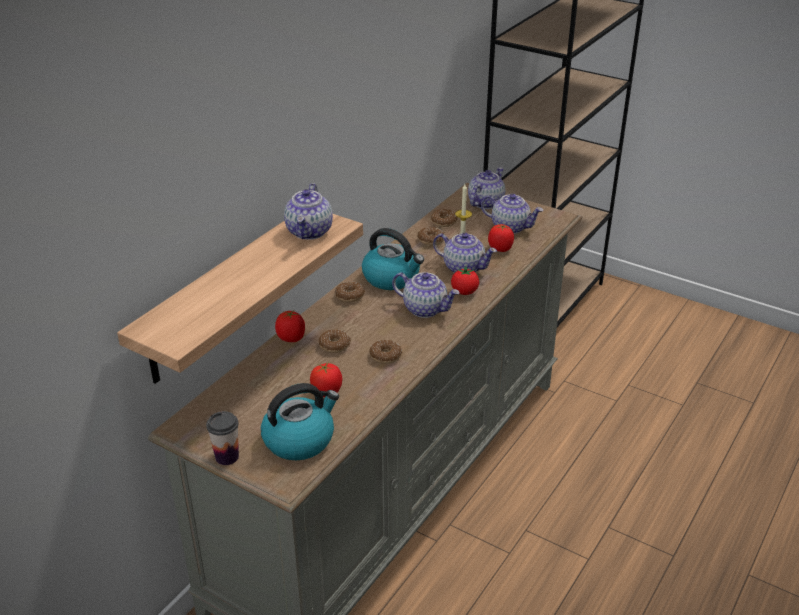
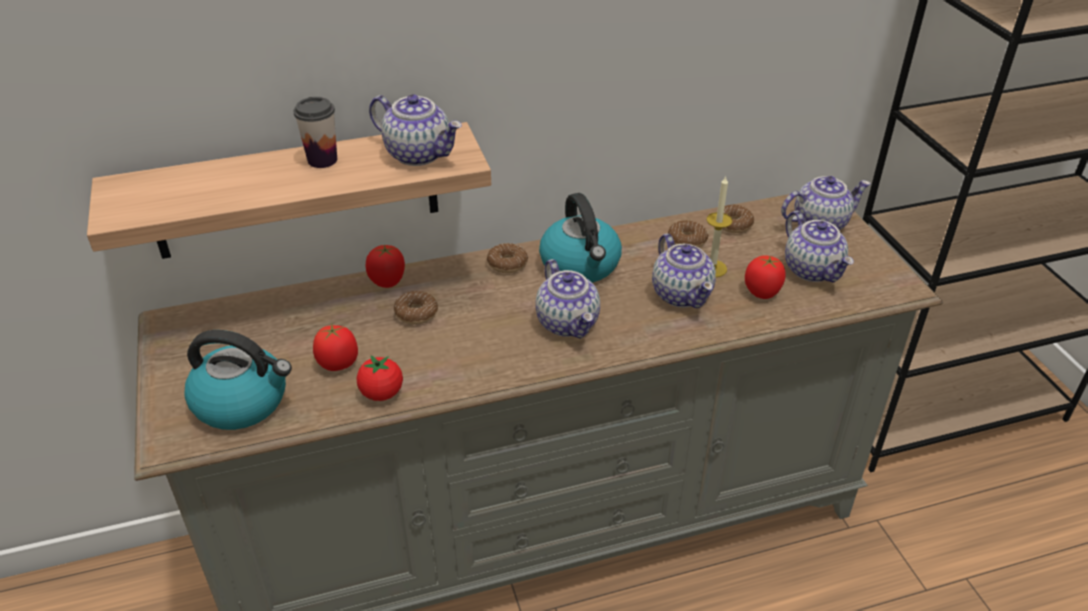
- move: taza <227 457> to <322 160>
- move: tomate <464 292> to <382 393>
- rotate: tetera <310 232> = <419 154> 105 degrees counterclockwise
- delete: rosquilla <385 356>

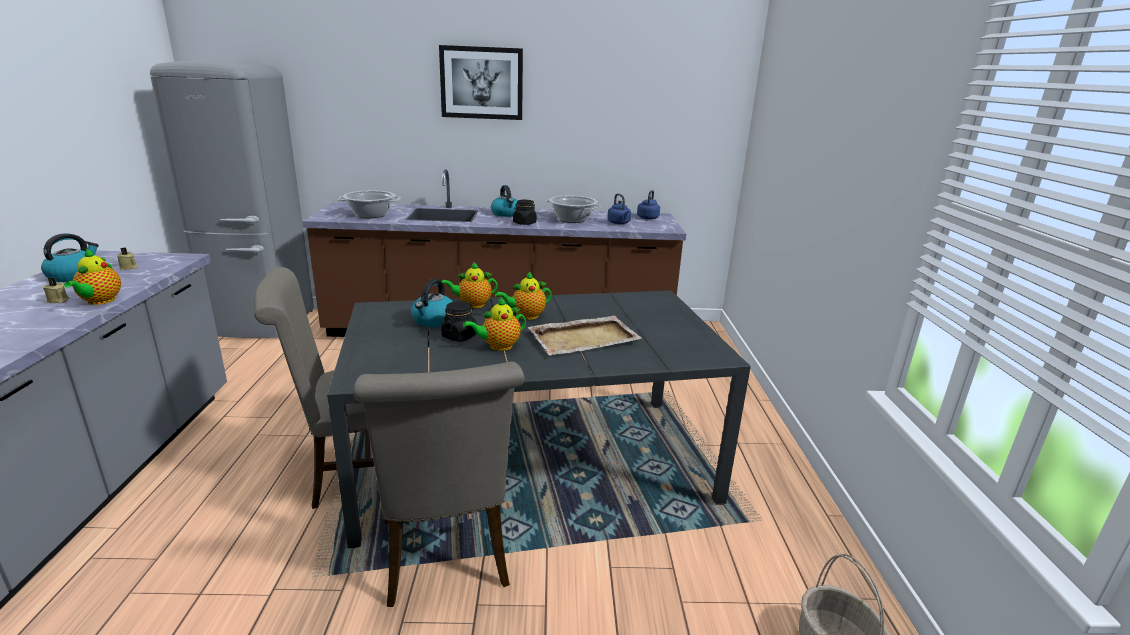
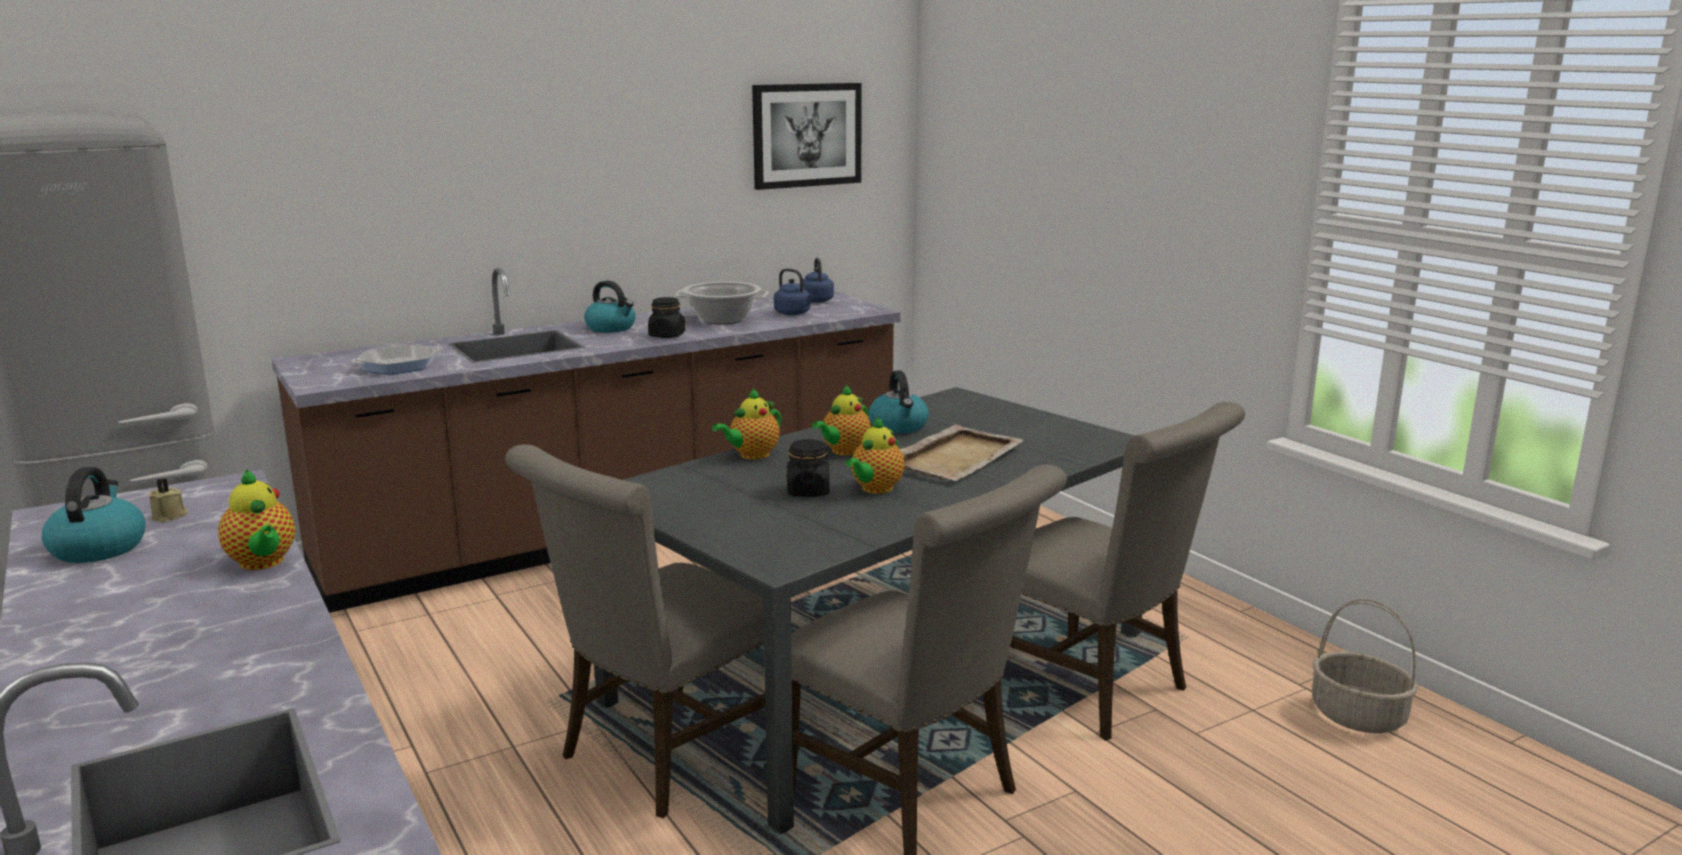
- replace: olla <371 215> to sartén <398 366>
- move: cuadro <481 83> to <806 135>
- move: hervidor <434 320> to <899 427>
- insert: silla/beis <1097 690>
- delete: vela/beis <58 301>

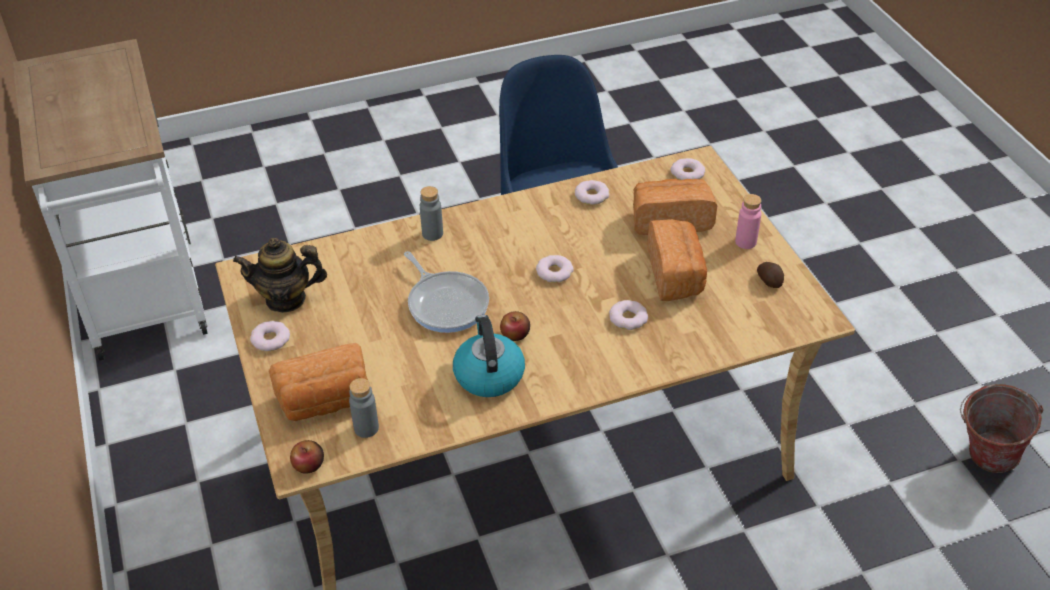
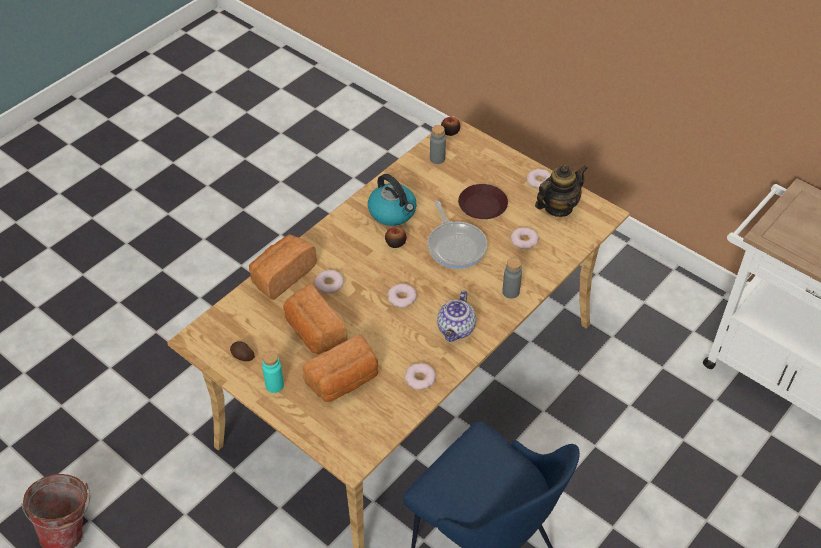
- move: pan <325 401> to <282 275>
- recolor: botella/rosa <745 242> to botella/turquesa <274 385>
- rotate: sartén <446 303> = <456 245> 135 degrees counterclockwise
- insert: tetera <456 330>
- insert: plato/marrón <482 206>
- move: rosquilla <687 173> to <524 240>

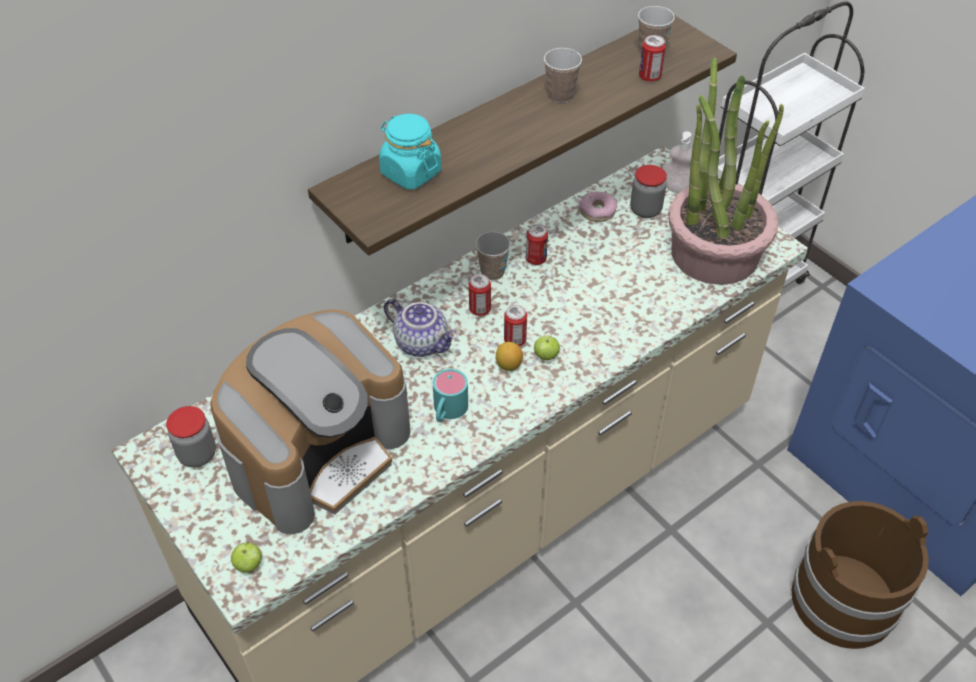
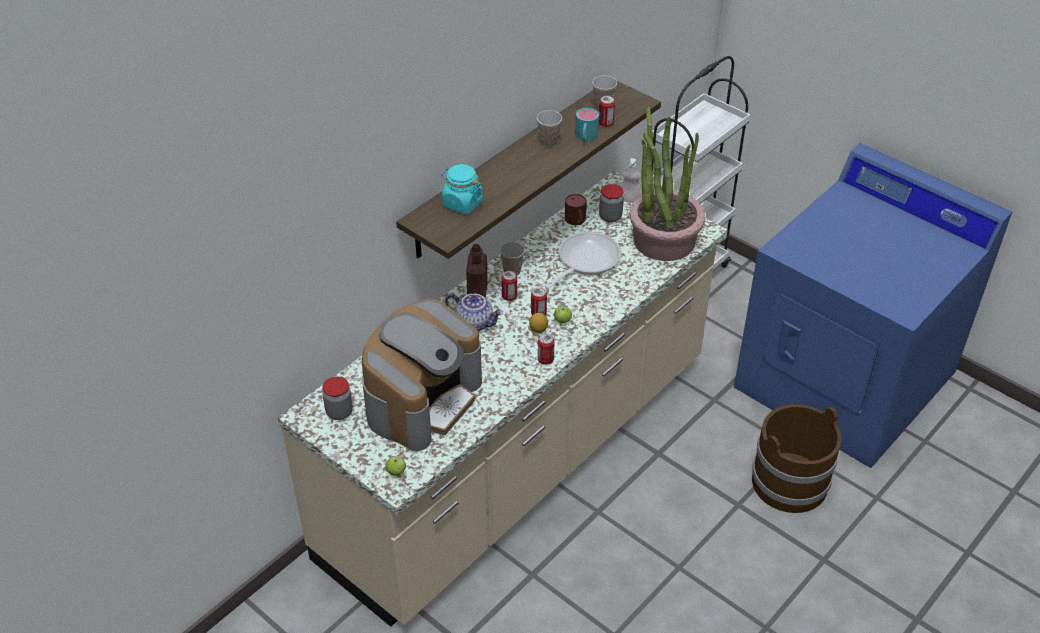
- insert: botella/rojo <477 291>
- move: lata <536 259> to <545 360>
- insert: sartén <584 261>
- replace: rosquilla <597 211> to taza grande/marrón <576 221>
- move: taza grande/turquesa <447 411> to <585 138>

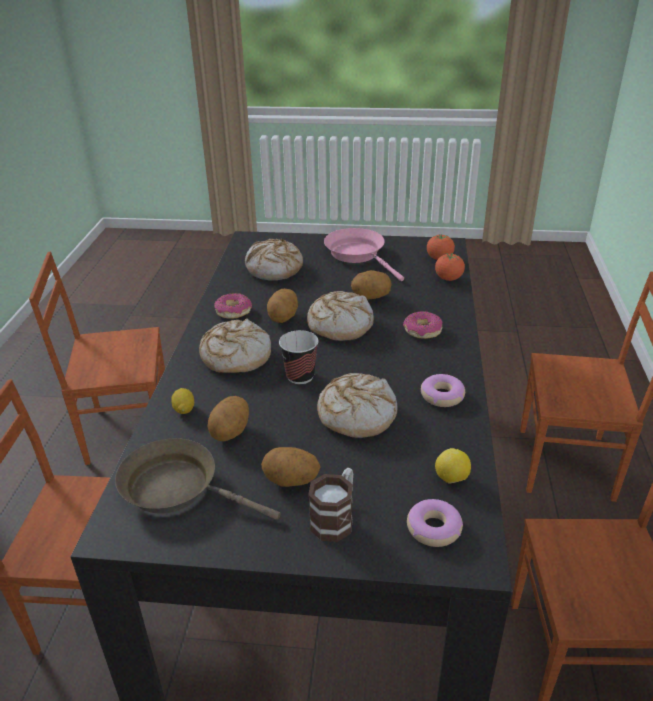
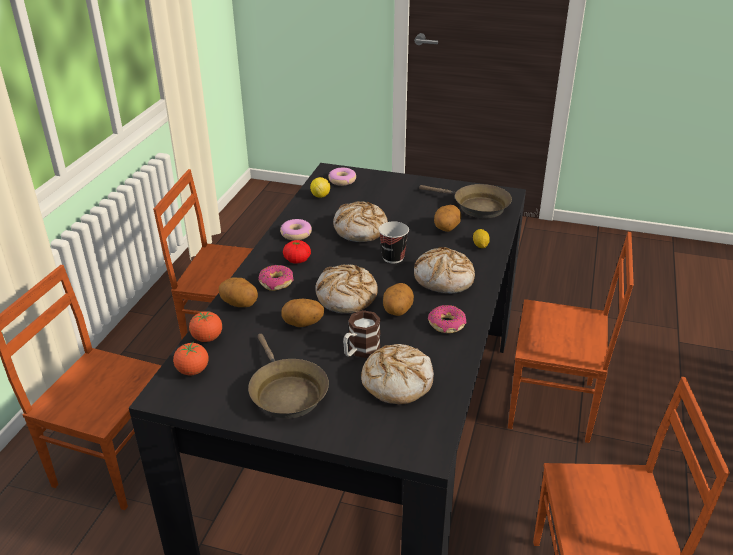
- move: patata <291 482> to <240 304>
- recolor: sartén/rosa <358 255> to sartén/marrón <286 392>
- insert: tomate <297 260>
- move: taza grande <336 518> to <360 351>

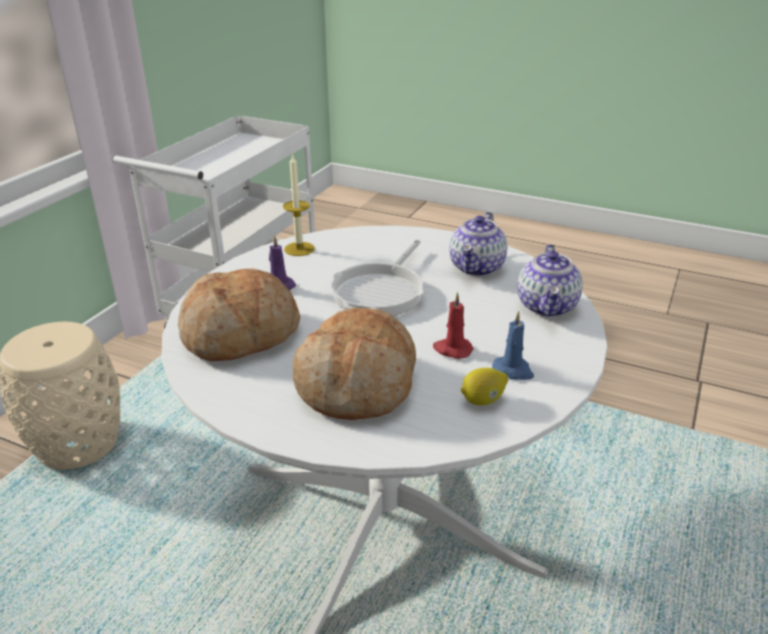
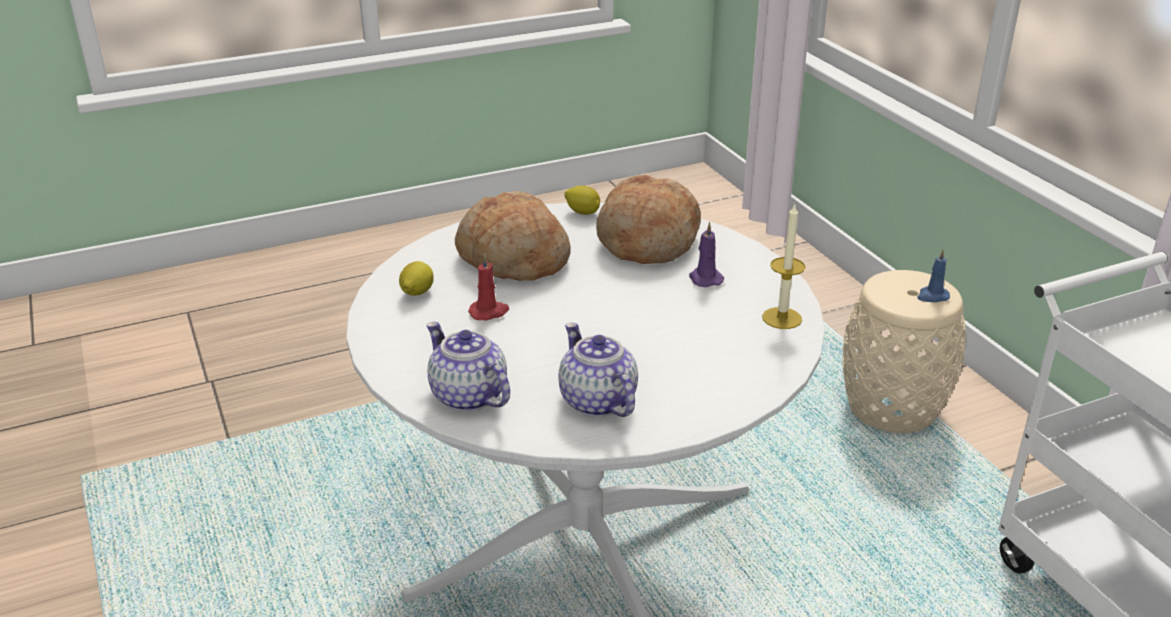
- insert: limón <583 212>
- move: vela/azul <513 370> to <932 296>
- delete: sartén <381 292>

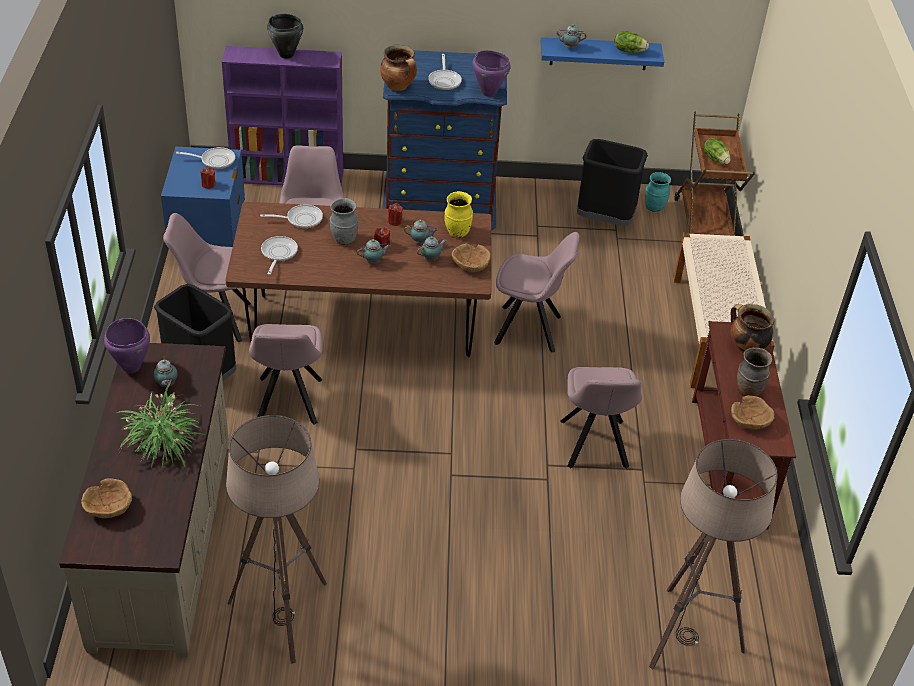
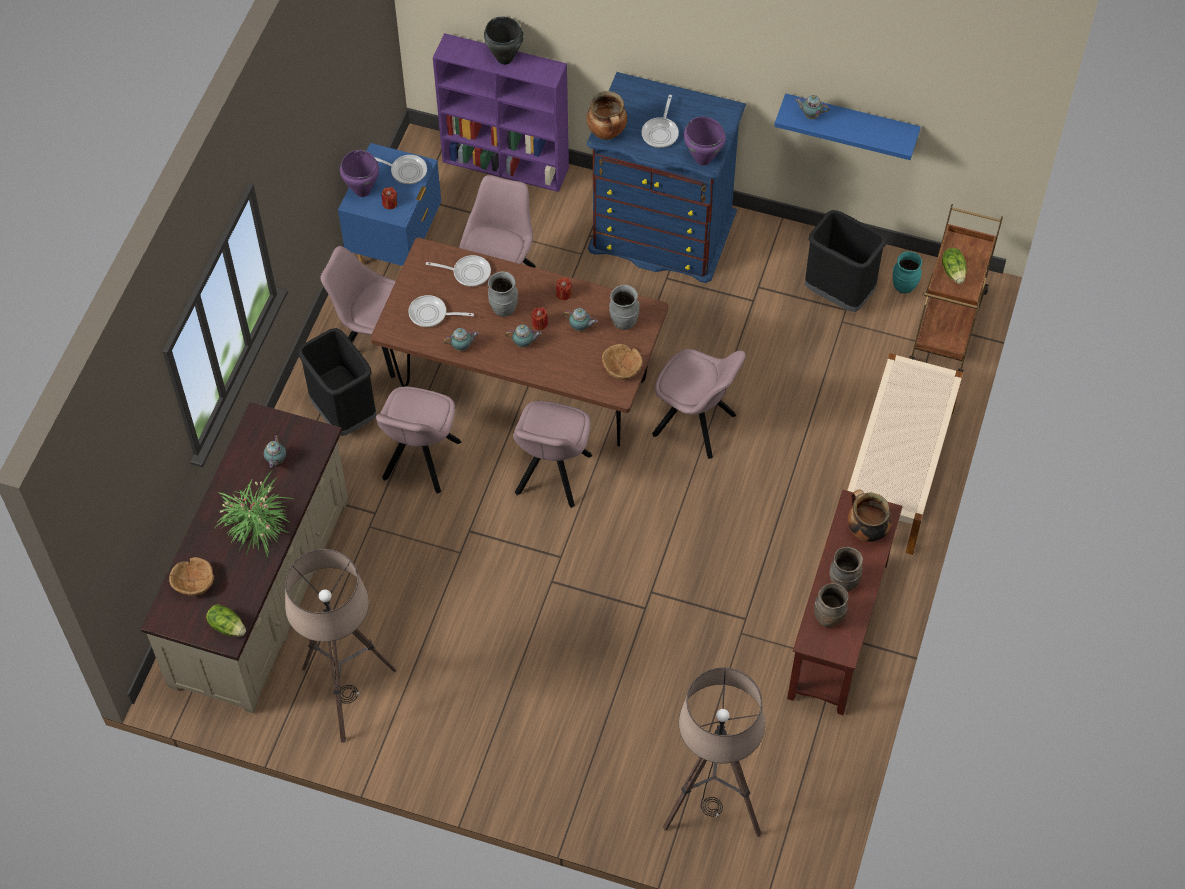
- move: lechuga <628 51> to <227 626>
- move: olla/morado <131 367> to <362 191>
- rotate: sartén <278 254> = <431 314> 105 degrees counterclockwise
- move: tetera <431 259> to <462 347>
- move: silla/rosa <594 444> to <552 474>
- recolor: florero/amarillo <457 232> to florero/gris <623 322>
- replace: cuenco/marrón <750 420> to florero/marrón <828 618>

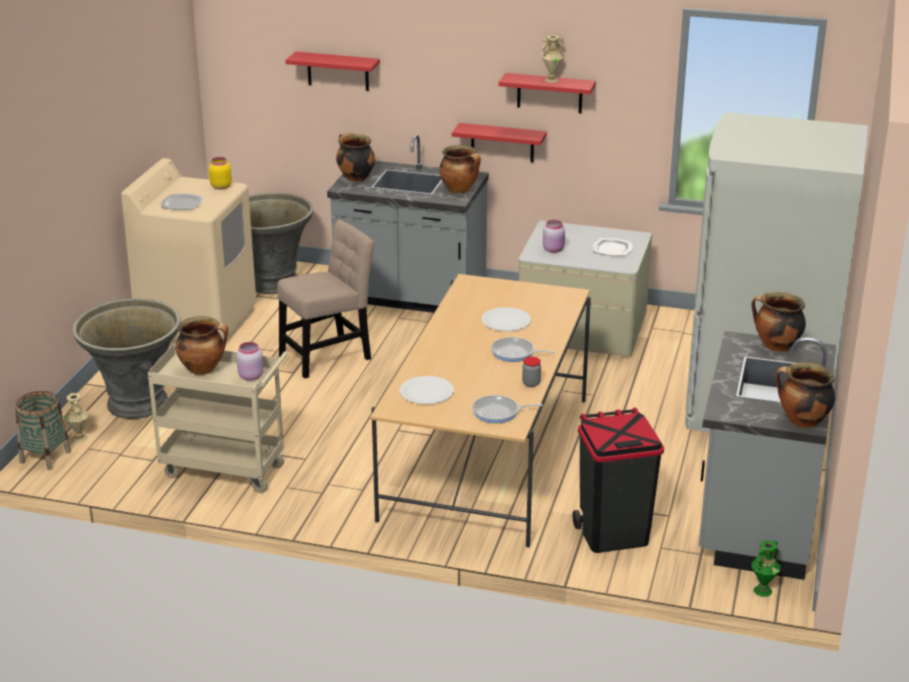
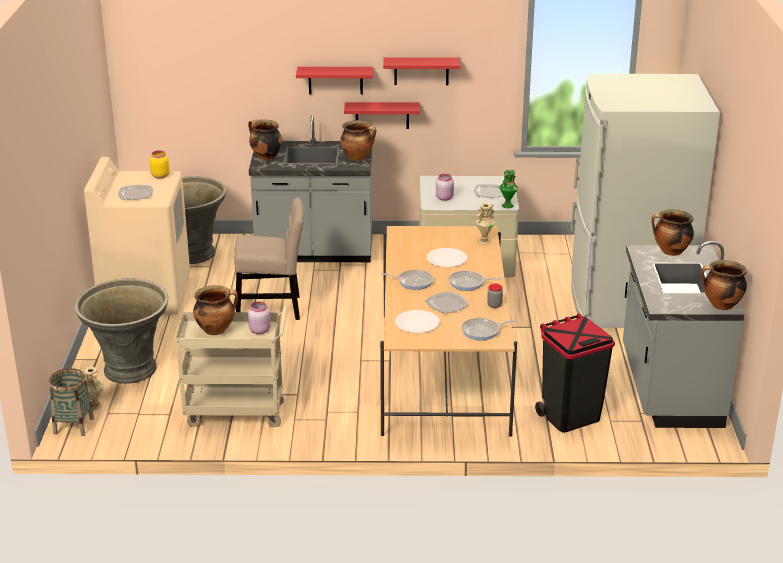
- rotate: silla/beis <329 356> = <272 308> 45 degrees clockwise
- move: estante/rojo <338 71> to <335 80>
- insert: sartén <413 282>
- insert: plato <446 304>
- move: florero/beis <551 80> to <484 241>
- move: florero/verde <762 590> to <507 205>

